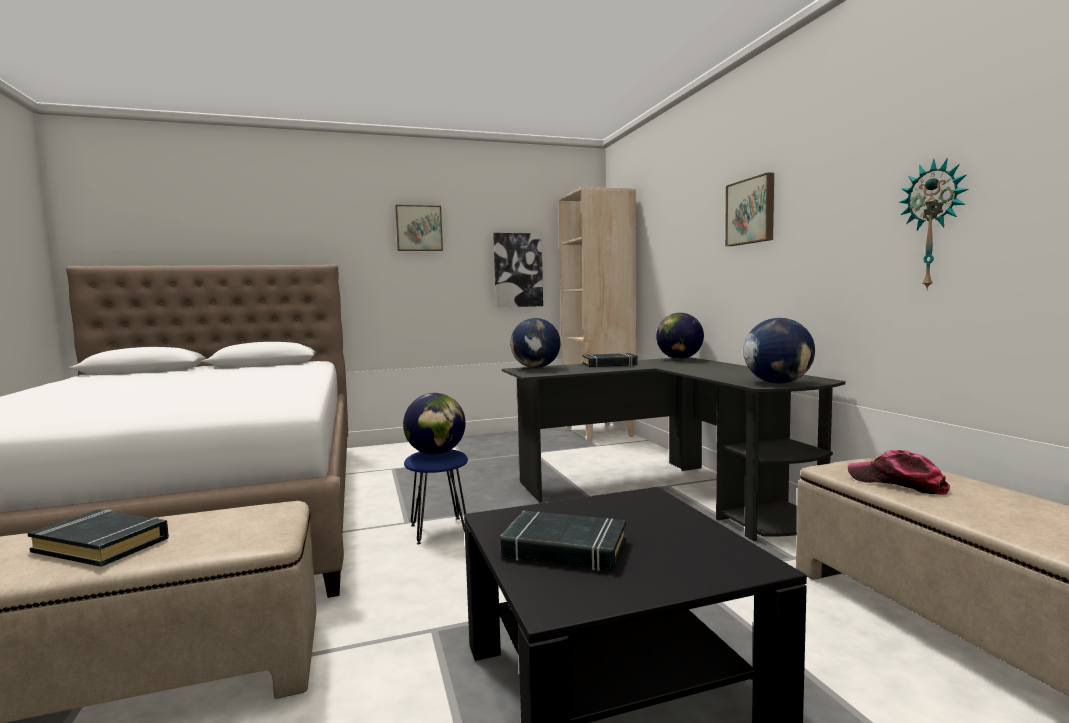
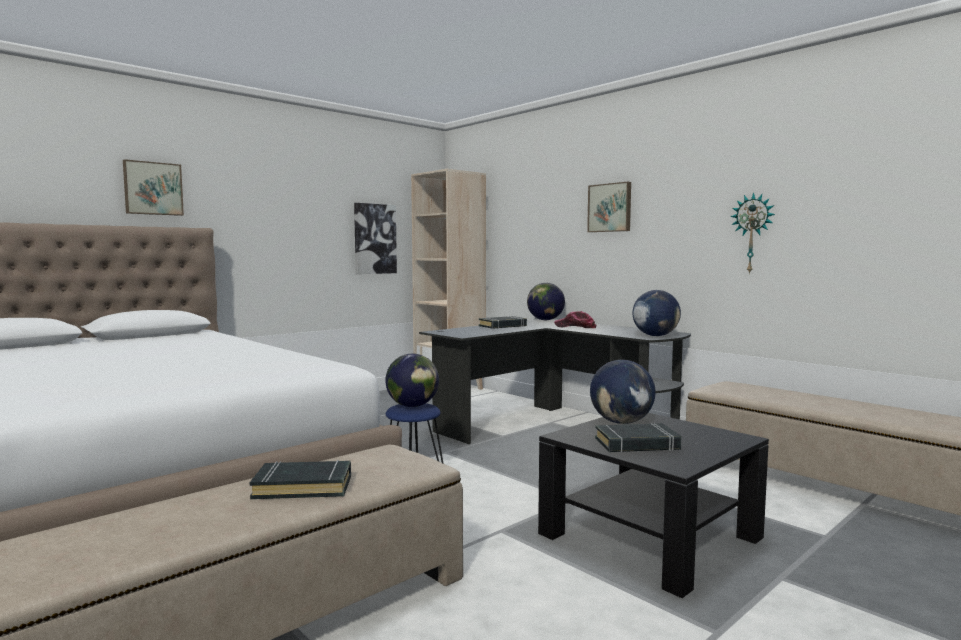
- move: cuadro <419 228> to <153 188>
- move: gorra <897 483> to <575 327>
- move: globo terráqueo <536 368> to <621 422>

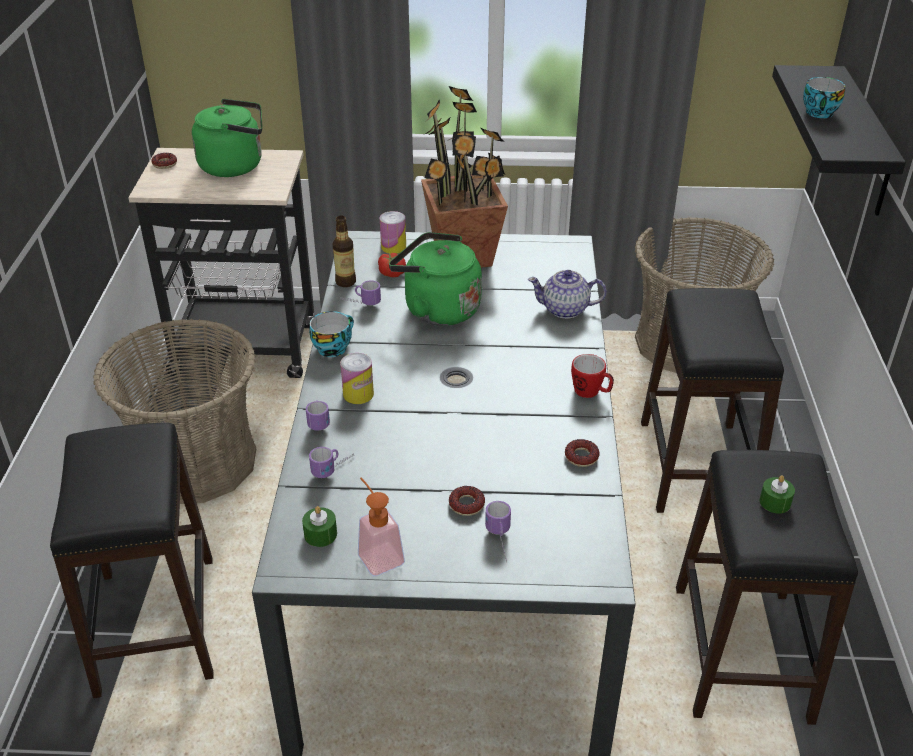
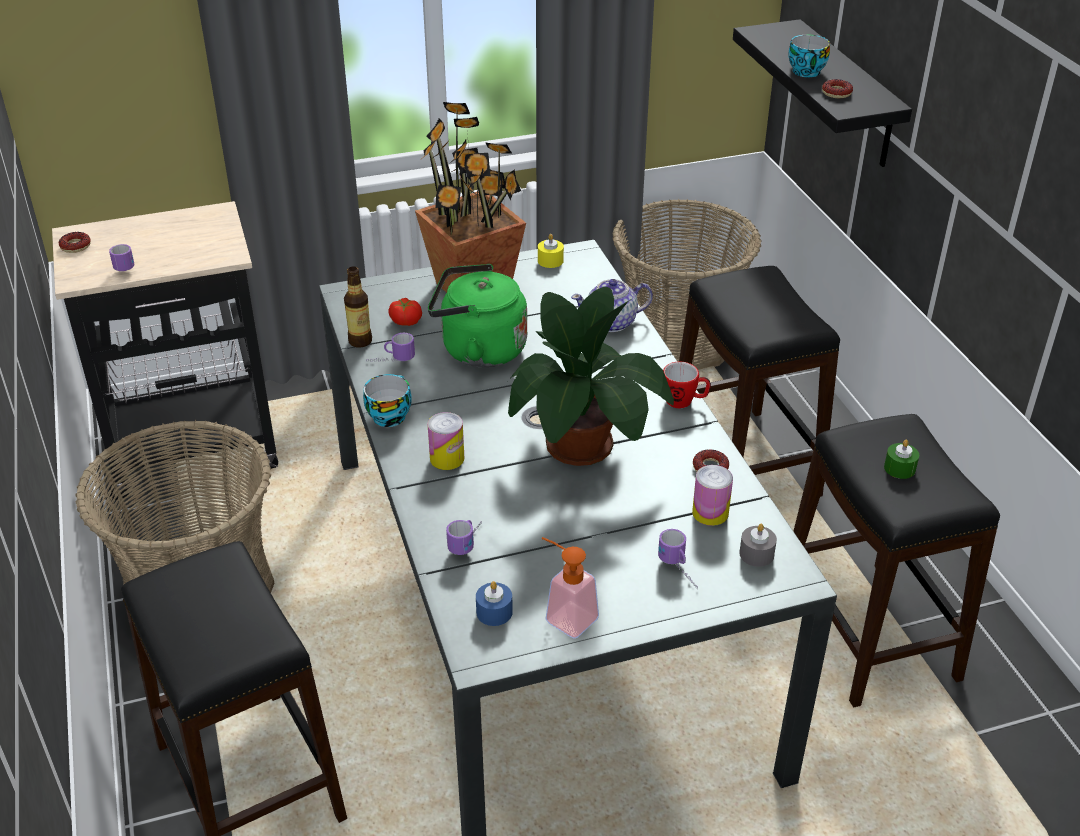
- move: taza grande <319 420> to <122 265>
- recolor: vela/verde <320 534> to vela/azul <494 612>
- insert: planta en maceta <582 447>
- insert: vela/amarillo <550 261>
- move: lata <393 247> to <710 513>
- insert: vela/gris <756 554>
- move: rosquilla <466 504> to <836 93>
- delete: hervidor/verde <235 166>

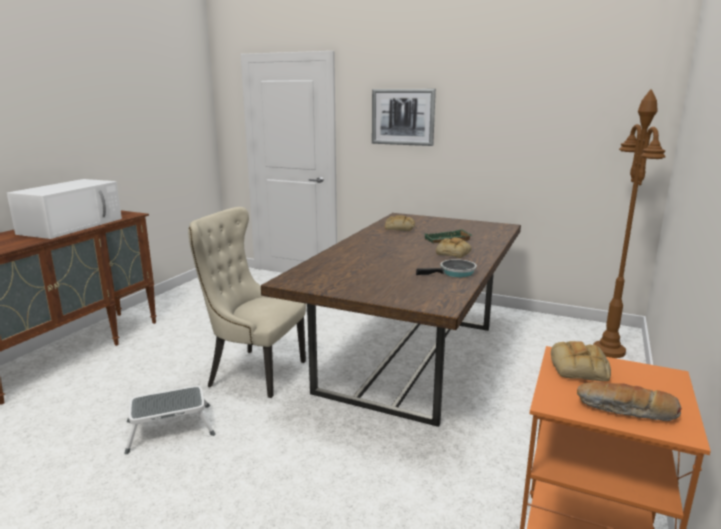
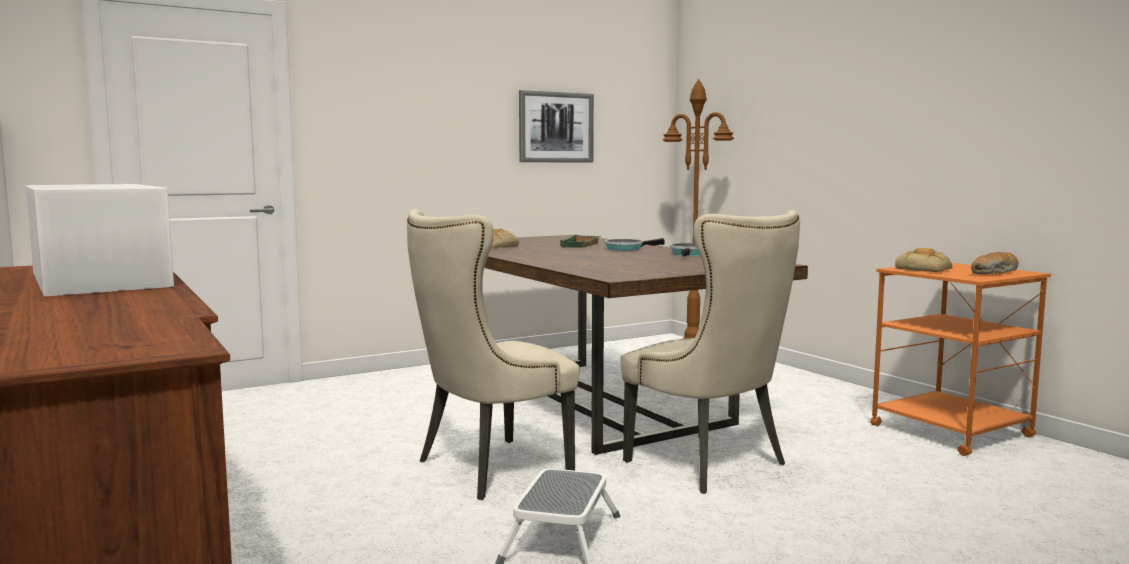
- move: cuadro <403 117> to <556 127>
- replace: pan <453 252> to sartén <626 249>
- insert: silla/beis <708 464>

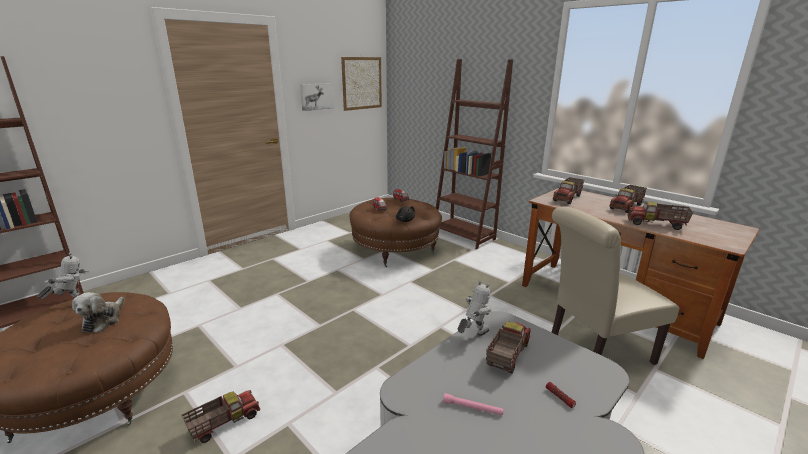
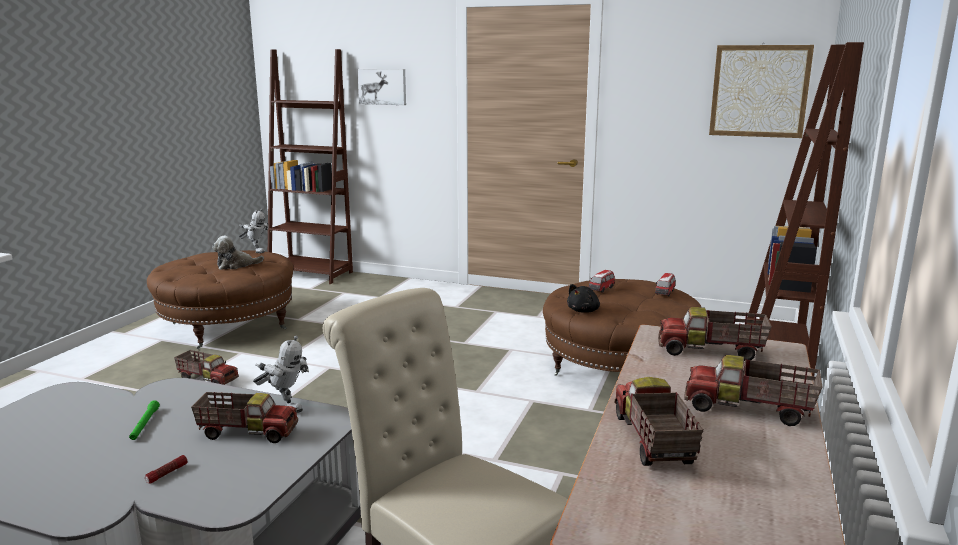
- recolor: linterna/rosa <472 408> to linterna/verde <144 424>
- move: cuadro <316 96> to <382 86>

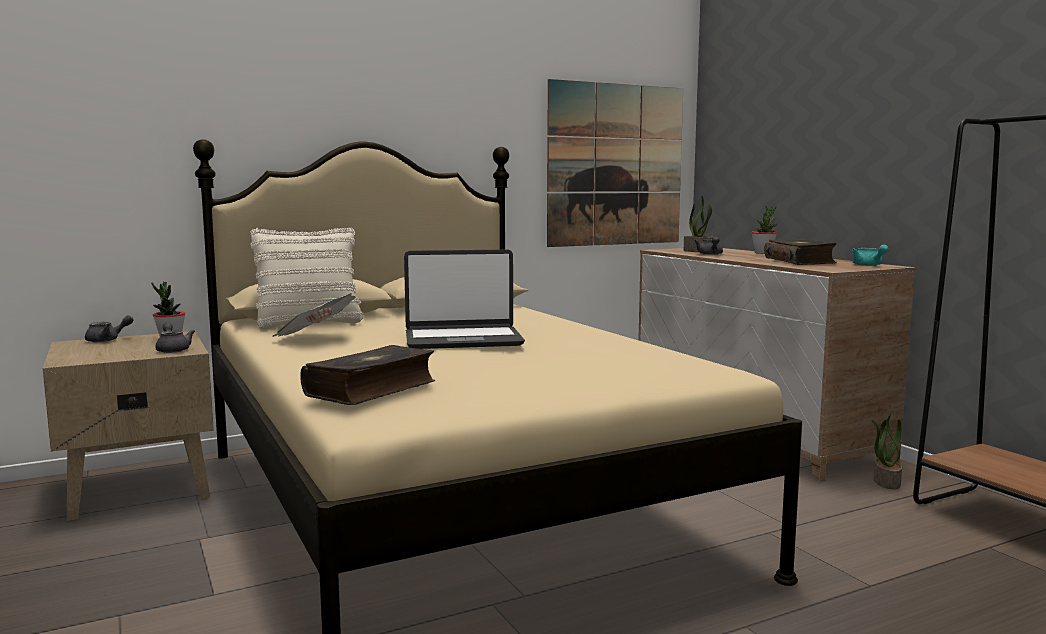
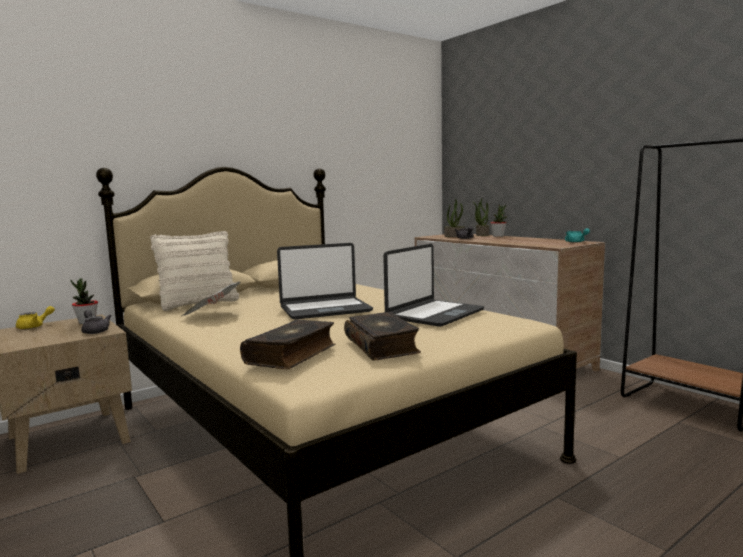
- recolor: tetera/gris <107 340> to tetera/amarillo <34 326>
- move: libro <800 261> to <382 346>
- insert: portátil <434 314>
- move: planta en maceta <886 482> to <482 235>
- delete: cuadro <615 165>

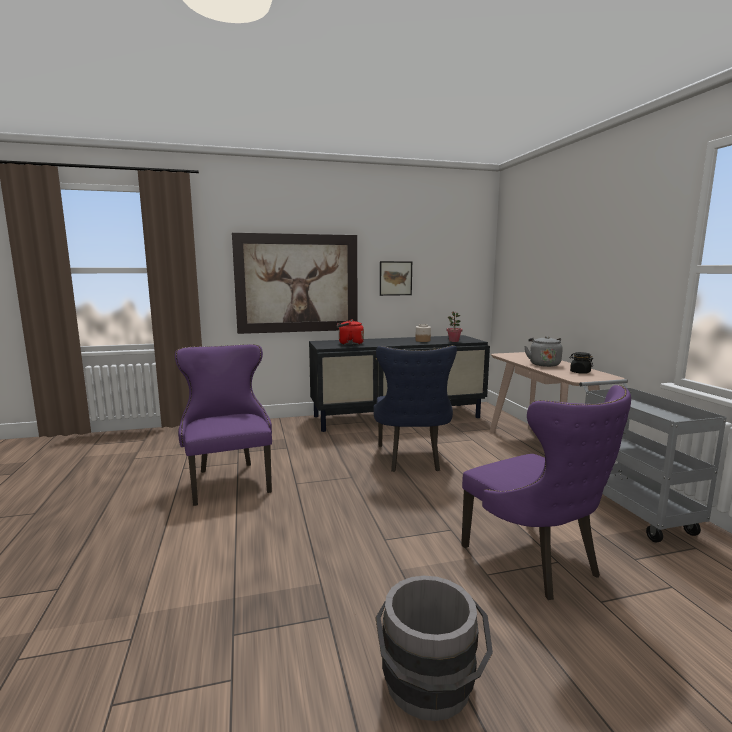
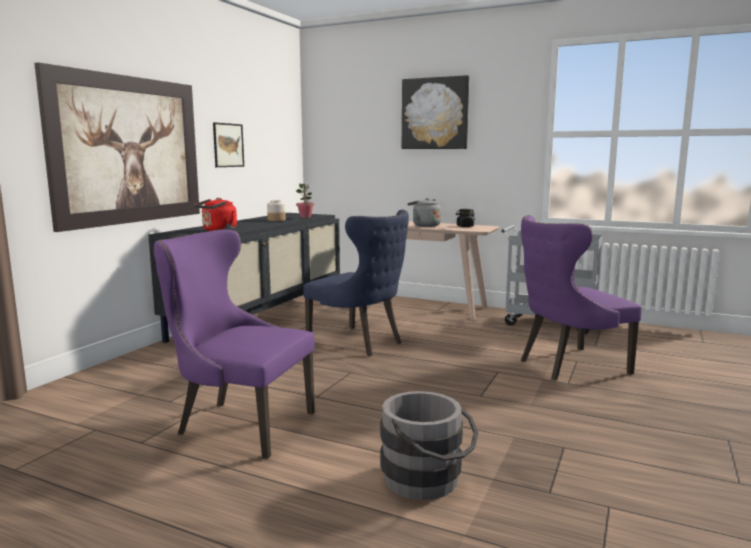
- move: cubo/gris <429 689> to <427 481>
- insert: cuadro <435 113>
- rotate: silla/morado <535 560> = <568 365> 150 degrees clockwise

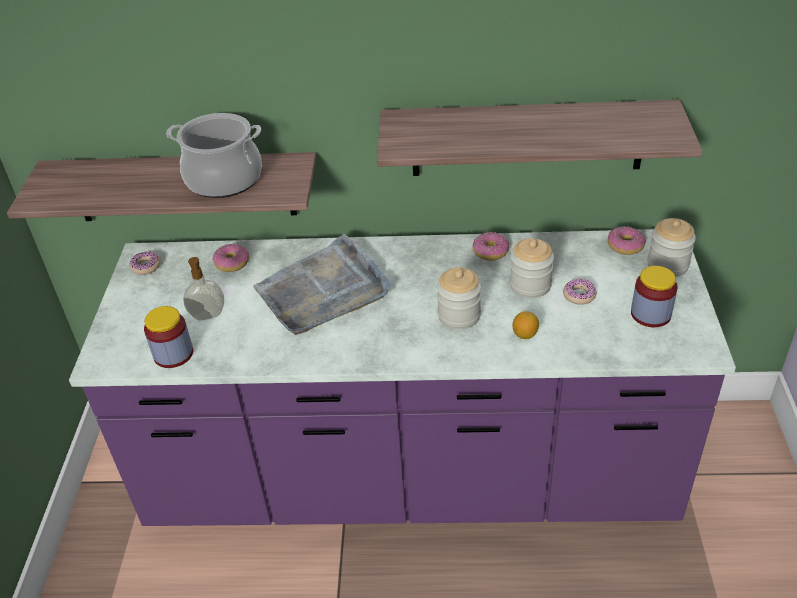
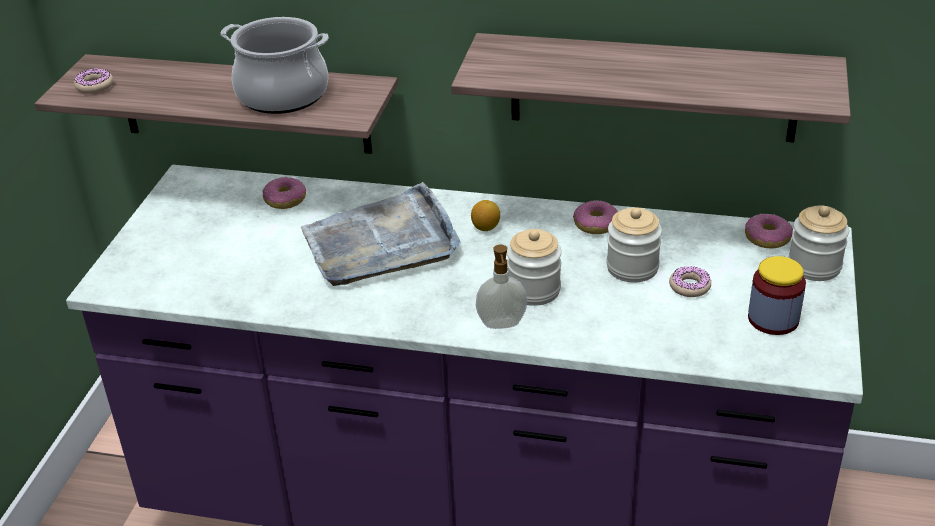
- move: rosquilla <146 266> to <94 86>
- move: limón <525 334> to <485 227>
- move: dispensador de jabón <208 316> to <502 324>
- delete: tarro <173 354>

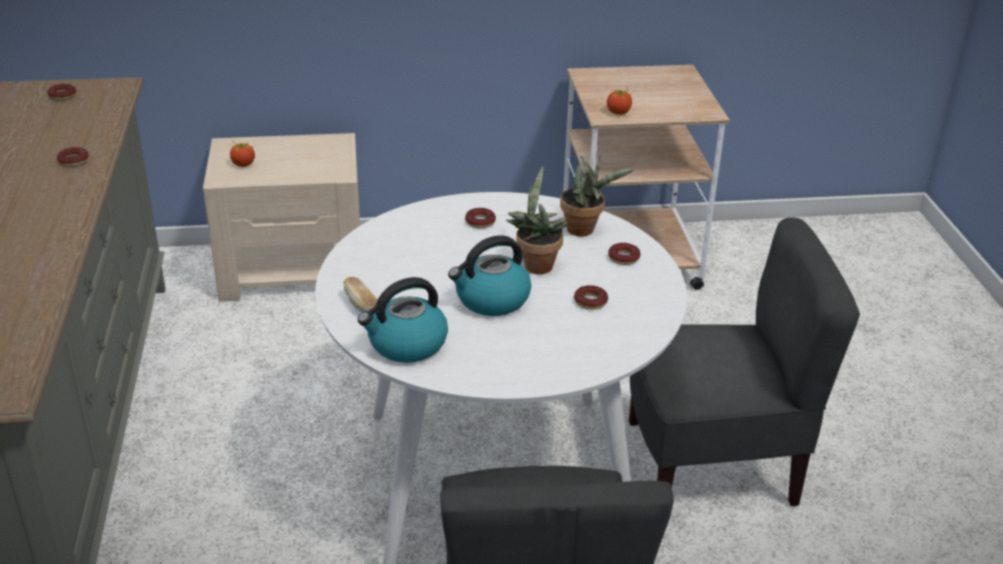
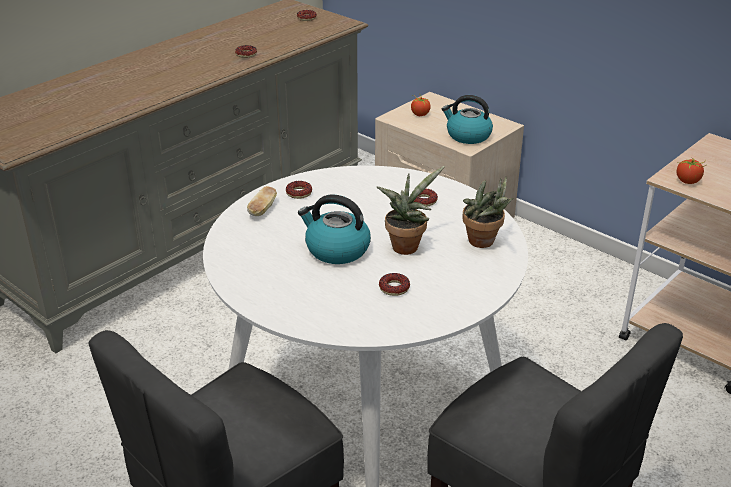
- move: rosquilla <624 258> to <299 193>
- move: hervidor <406 345> to <467 135>

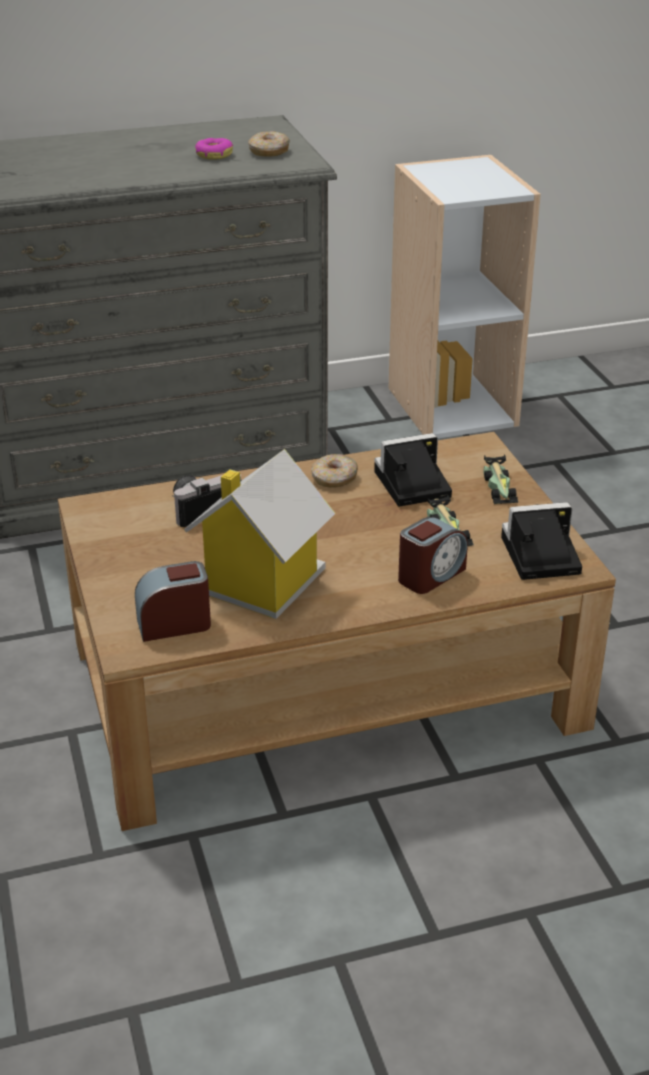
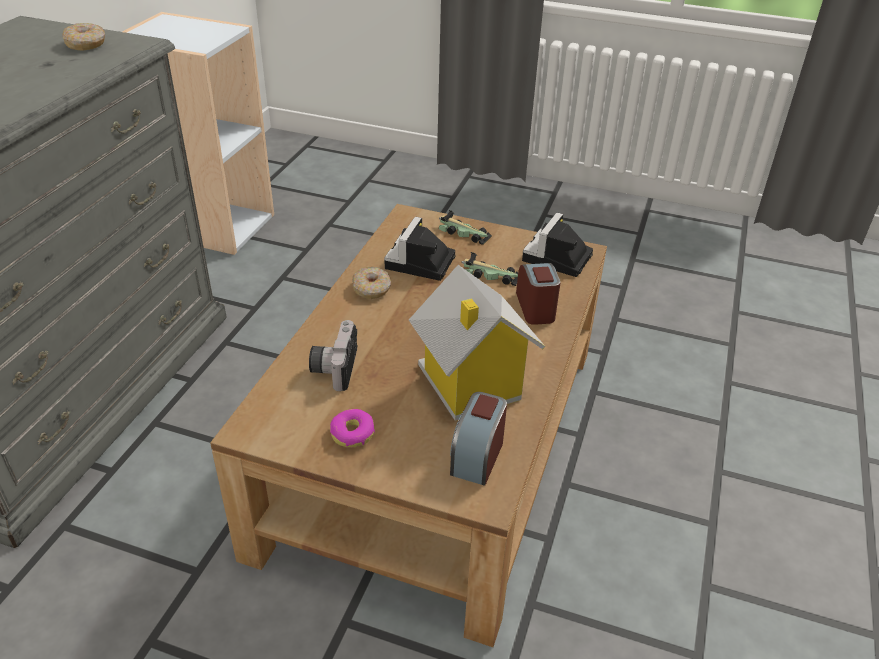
- move: rosquilla <214 155> to <352 434>

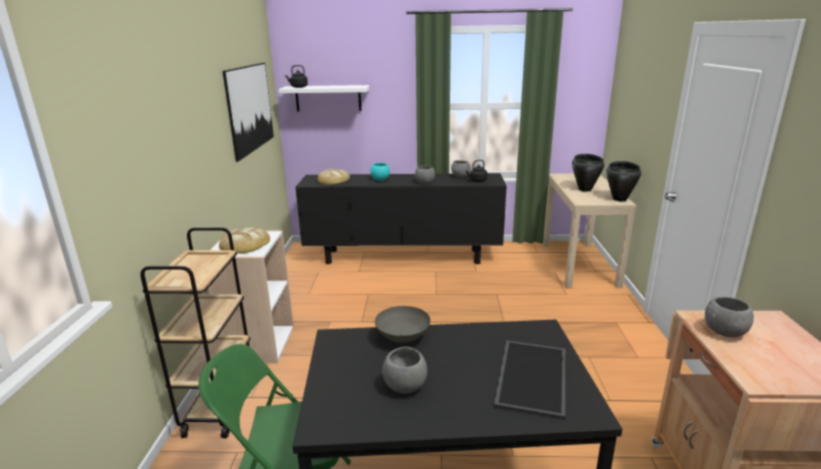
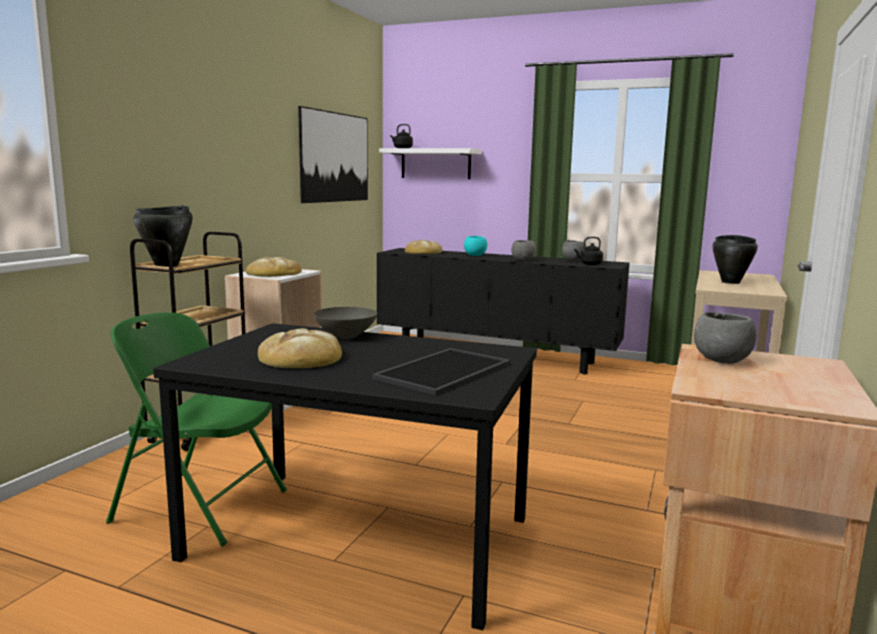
- move: olla/negro <619 199> to <167 265>
- replace: cuenco/gris <404 386> to pan <302 357>

